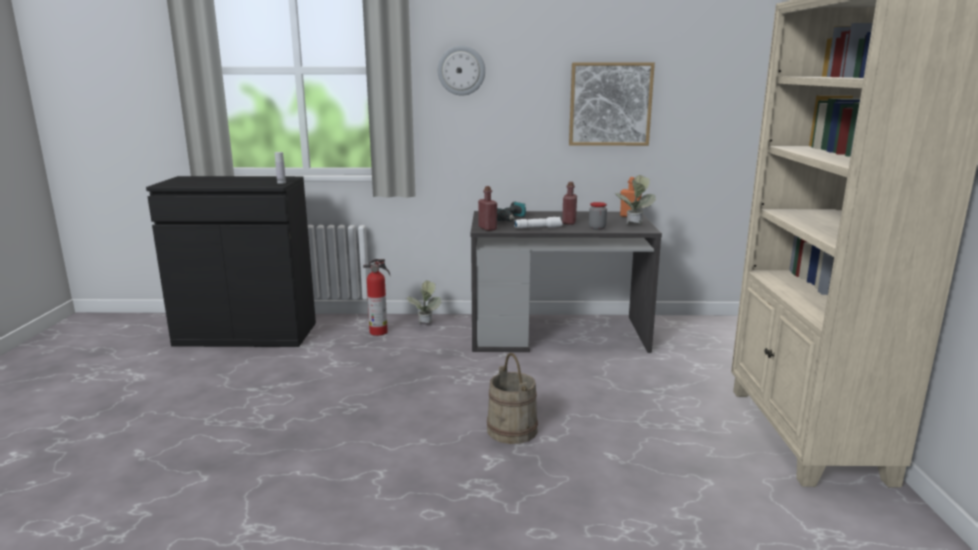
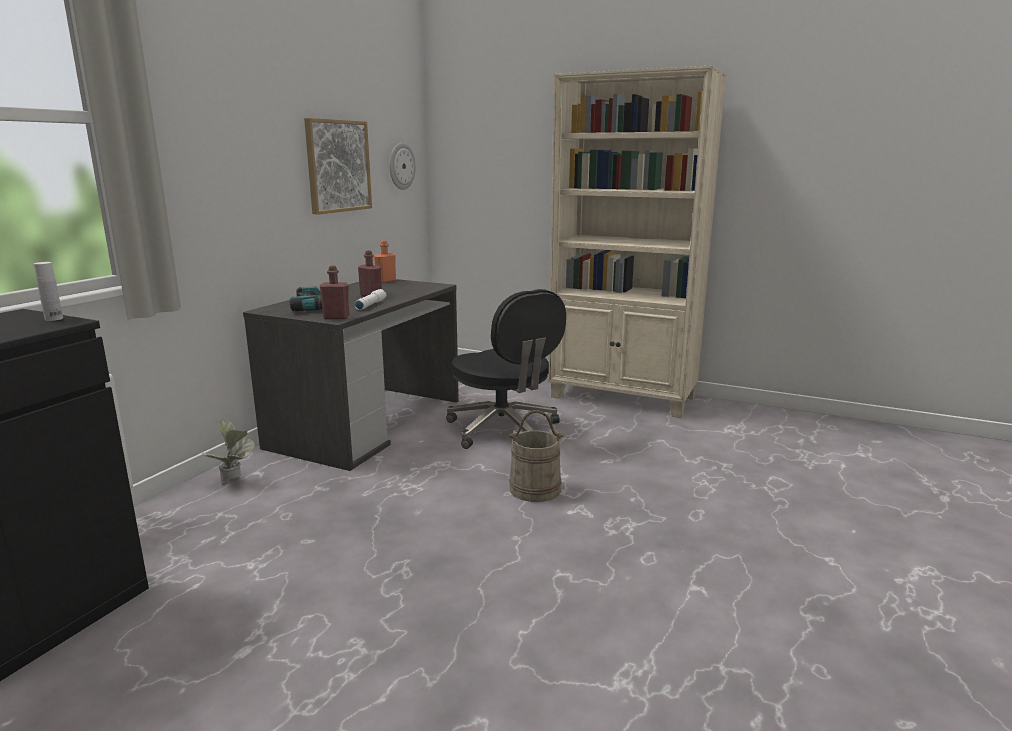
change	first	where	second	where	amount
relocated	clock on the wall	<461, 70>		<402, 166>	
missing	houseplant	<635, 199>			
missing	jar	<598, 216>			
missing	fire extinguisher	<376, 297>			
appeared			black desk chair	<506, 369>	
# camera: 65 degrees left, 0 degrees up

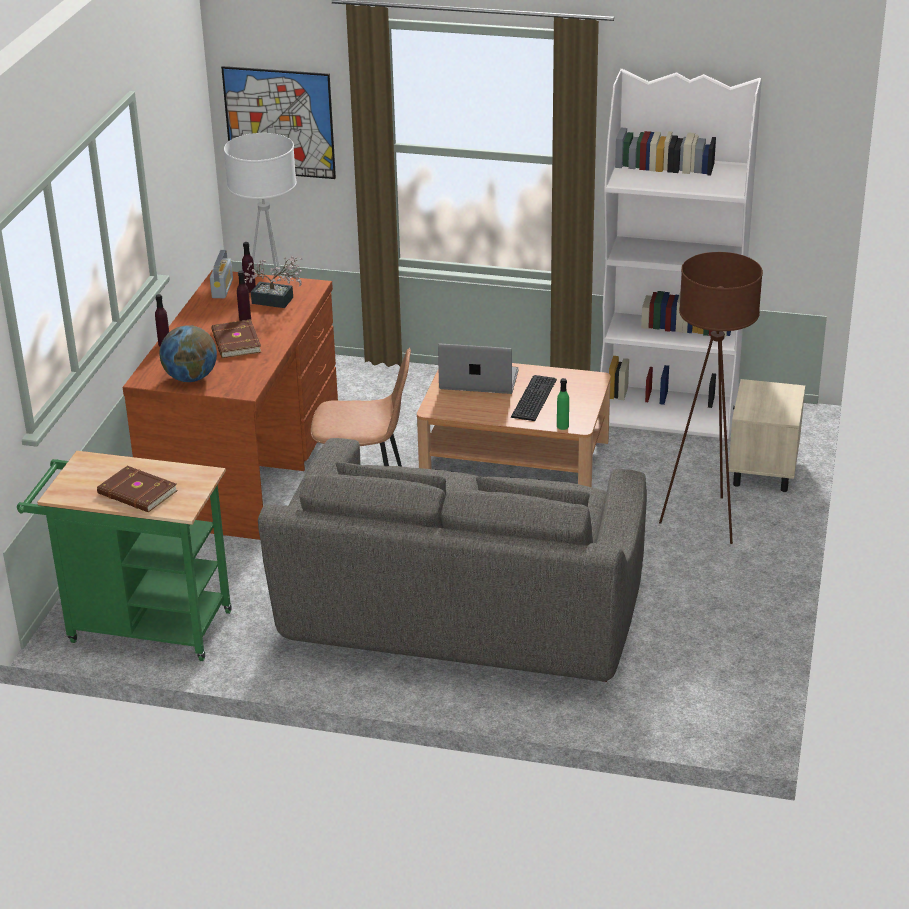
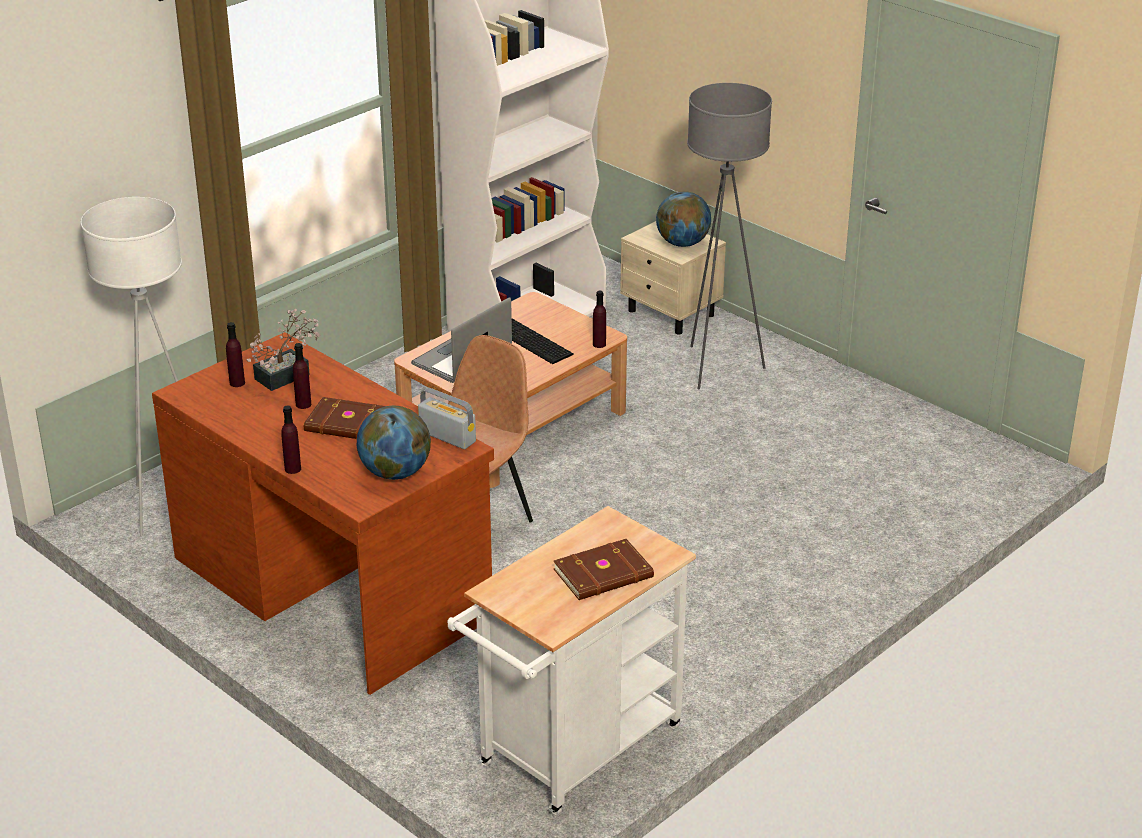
change	first	where	second	where	amount
missing	wall picture	<278, 122>			
relocated	radio	<221, 274>		<447, 418>	
colour	brown-coloured floor lamp	<711, 398>	grey floor lamp	<729, 236>	
colour	greenish beverage bottle	<563, 404>	purplish beverage bottle	<599, 319>	
missing	grey sofa	<452, 560>			
colour	greenish wheeled cart	<124, 556>	white-coloured wheeled cart	<571, 660>	
appeared			world globe	<683, 219>	
# camera: 60 degrees left, 0 degrees up

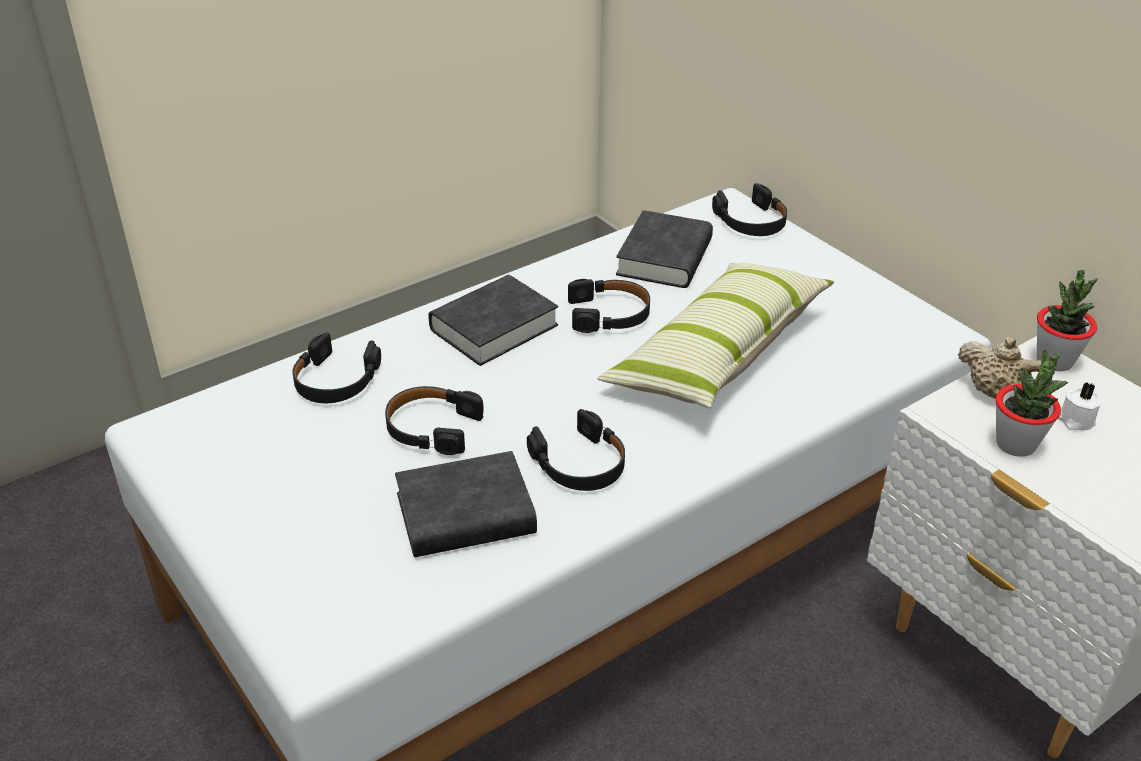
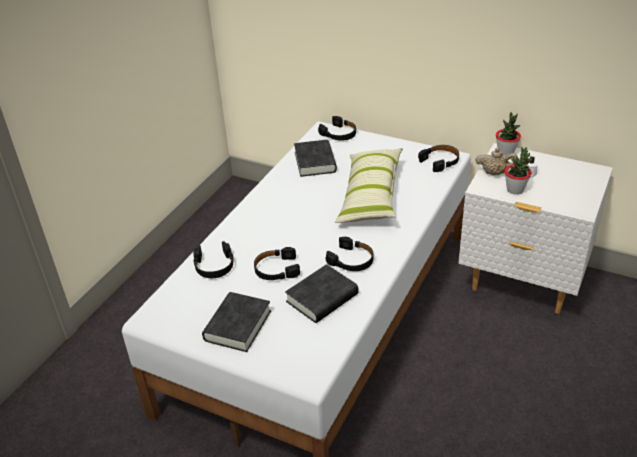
change	first	where	second	where	amount
relocated	black volume	<493, 320>		<236, 322>	
relocated	black headphones	<609, 306>		<438, 158>	
# camera: 25 degrees left, 0 degrees up

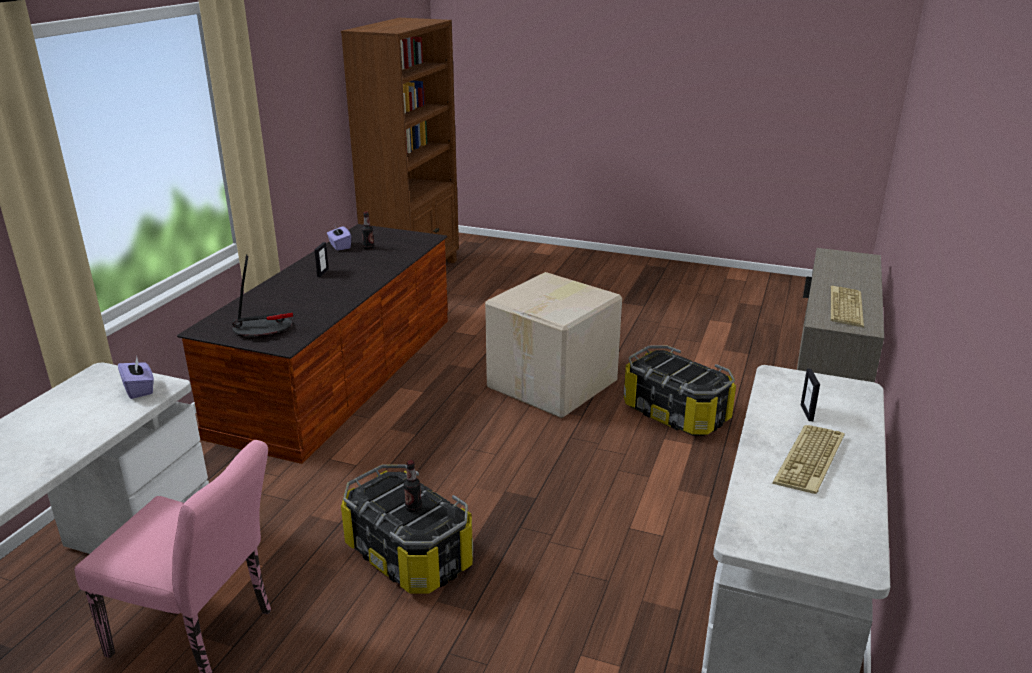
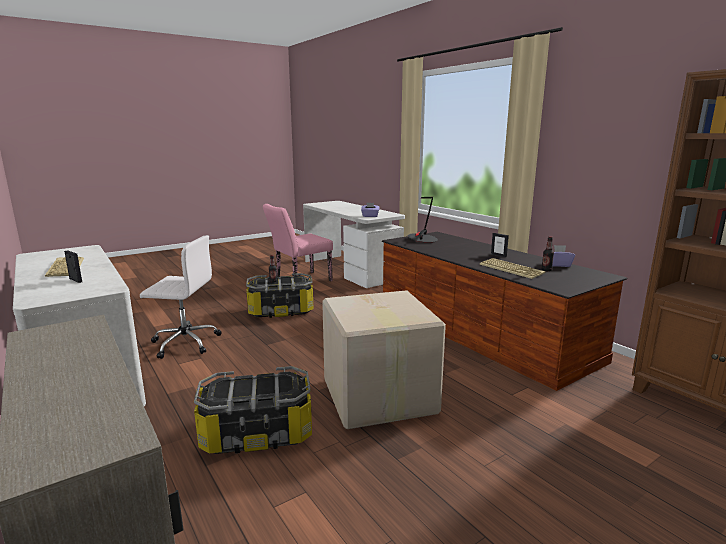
change	first	where	second	where	amount
relocated	keyboard	<847, 307>		<513, 268>	
appeared			white-coloured desk chair	<180, 297>	
# camera: 125 degrees right, 10 degrees down

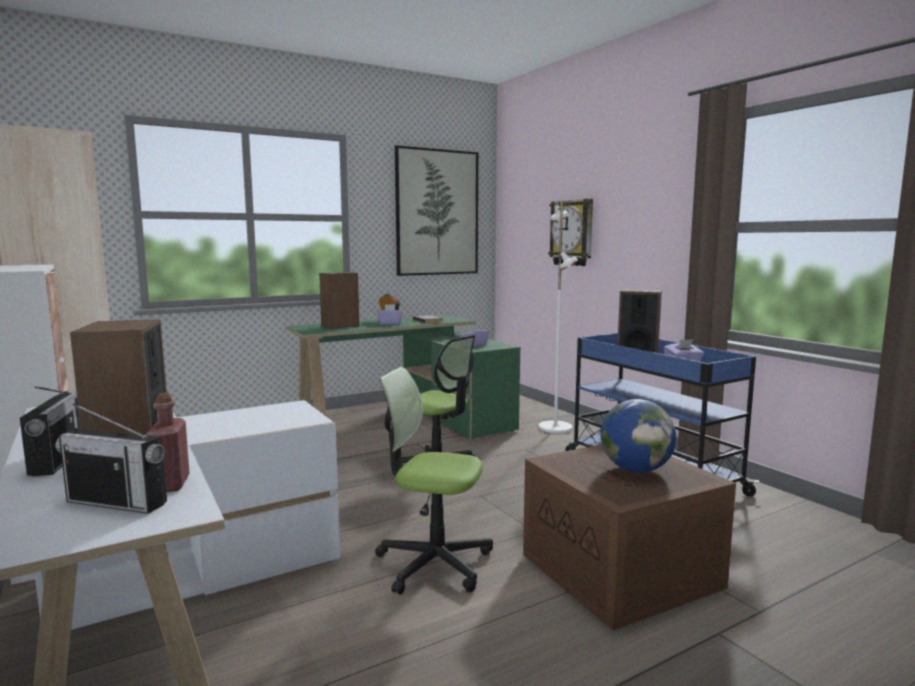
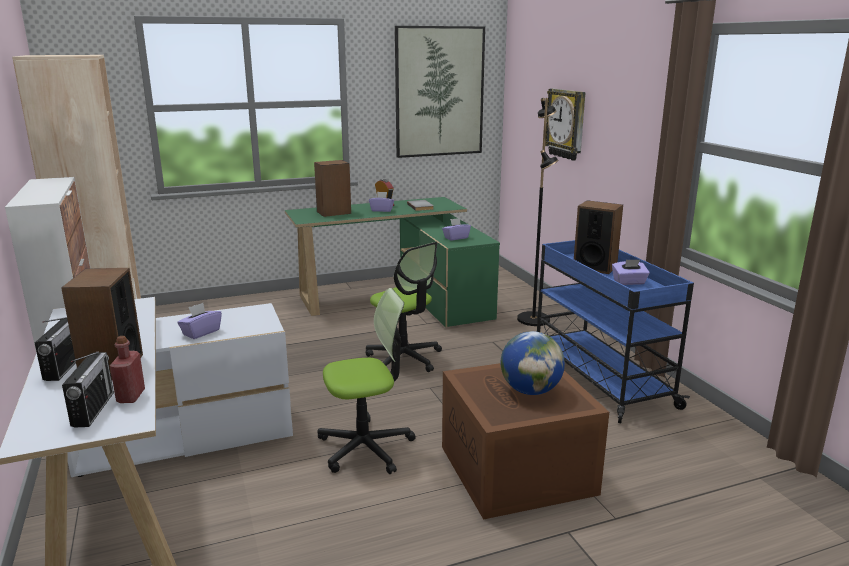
change	first	where	second	where	amount
colour	white-coloured floor lamp	<558, 316>	black floor lamp	<538, 212>	
spun	desk chair	<434, 481>		<367, 381>	135 degrees clockwise
spun	radio	<111, 458>		<88, 390>	120 degrees counterclockwise
appeared			purplish tissue holder	<199, 321>	
# camera: 10 degrees right, 10 degrees up

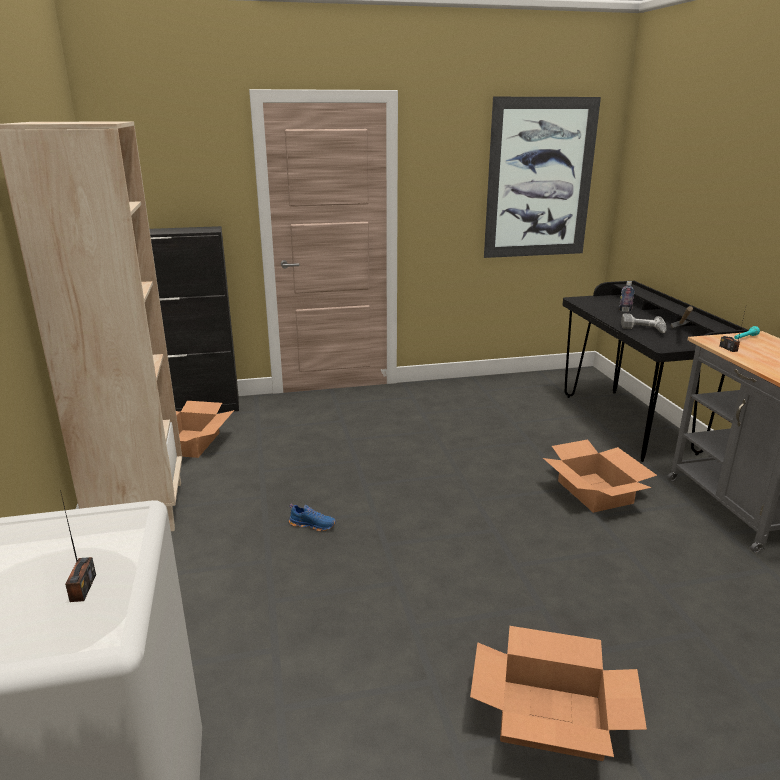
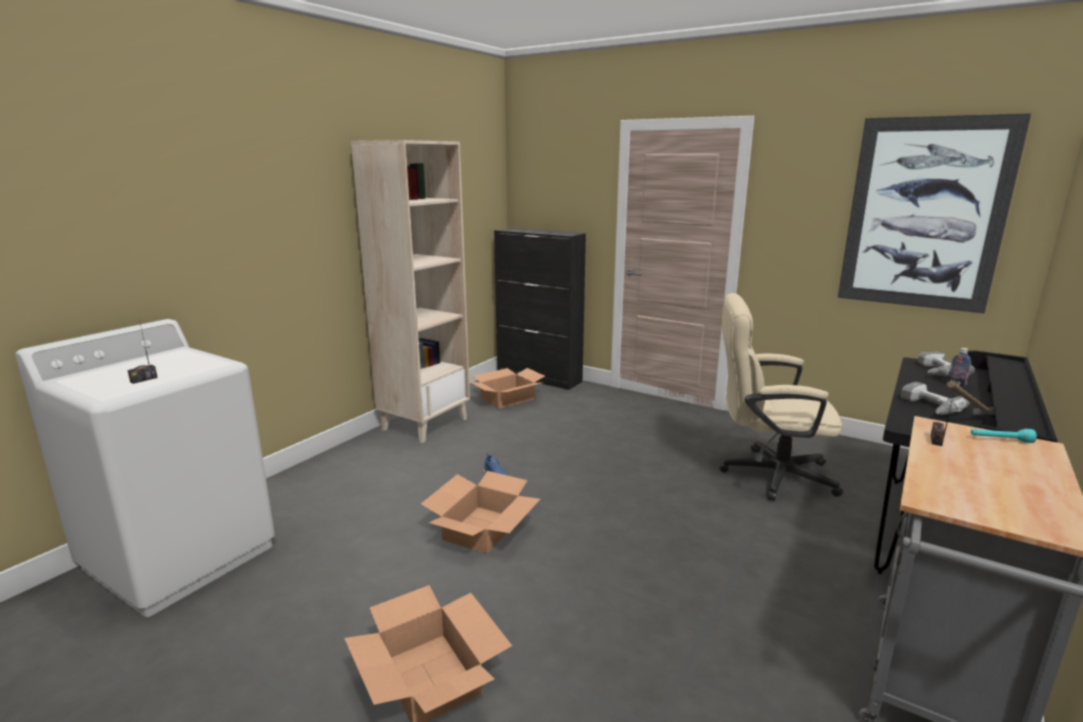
change	first	where	second	where	amount
relocated	packing box	<600, 476>		<480, 512>	
appeared			sand-coloured desk chair	<781, 397>	
appeared			power drill	<946, 364>	
# camera: 45 degrees right, 5 degrees down

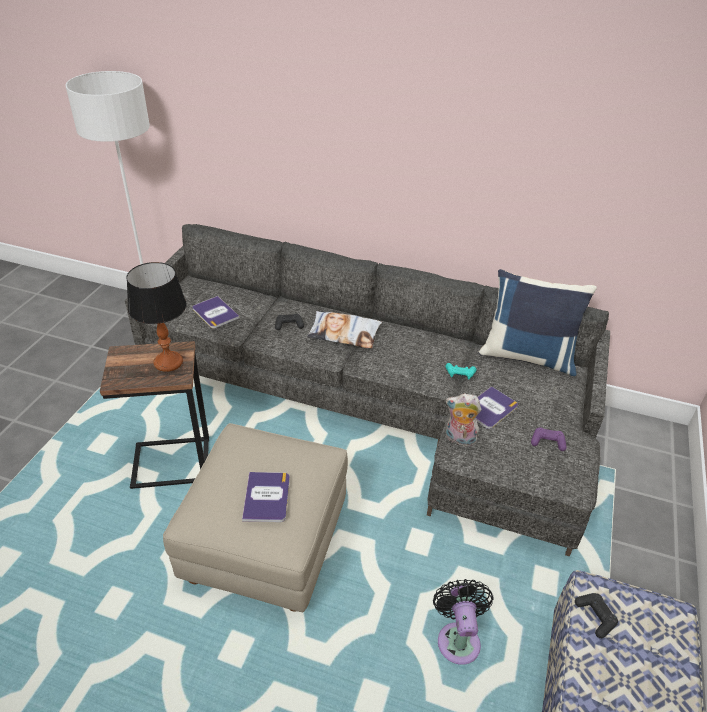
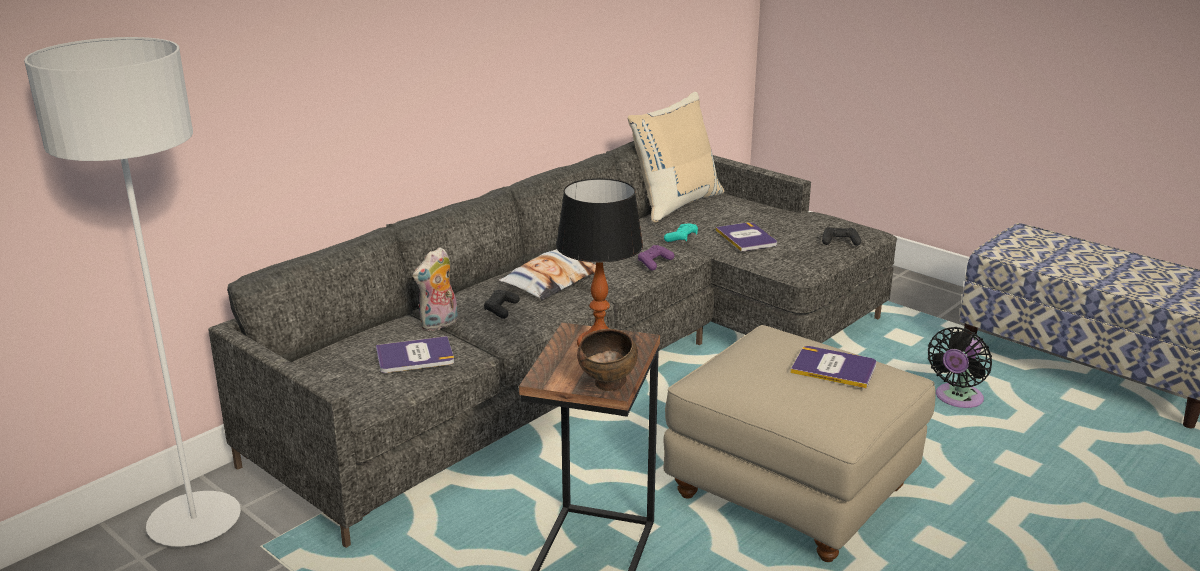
change	first	where	second	where	amount
colour	bluish cushion	<537, 322>	sand-coloured cushion	<675, 157>	
relocated	plush toy	<463, 420>		<435, 289>	
relocated	purplish gamepad	<549, 439>		<656, 258>	
spun	black electric fan	<463, 622>		<960, 367>	75 degrees counterclockwise
relocated	black gamepad	<596, 615>		<841, 236>	
appeared			brown-coloured bowl	<607, 360>	
# camera: 65 degrees left, 15 degrees down

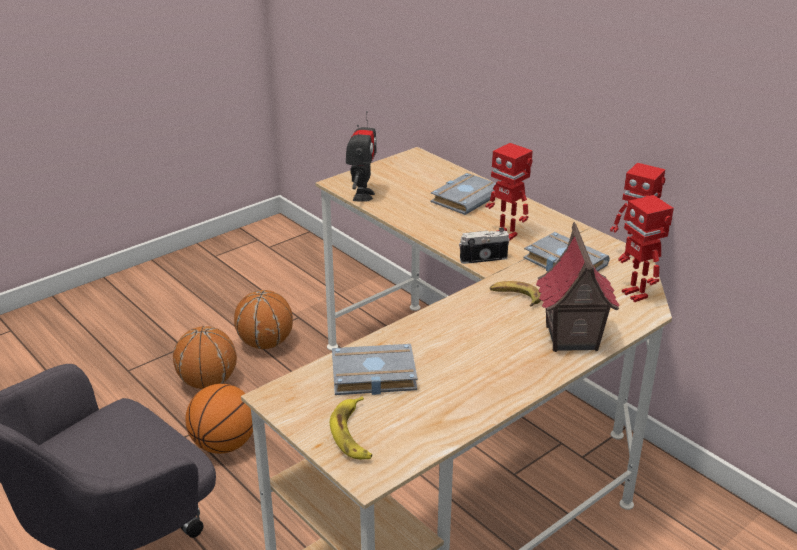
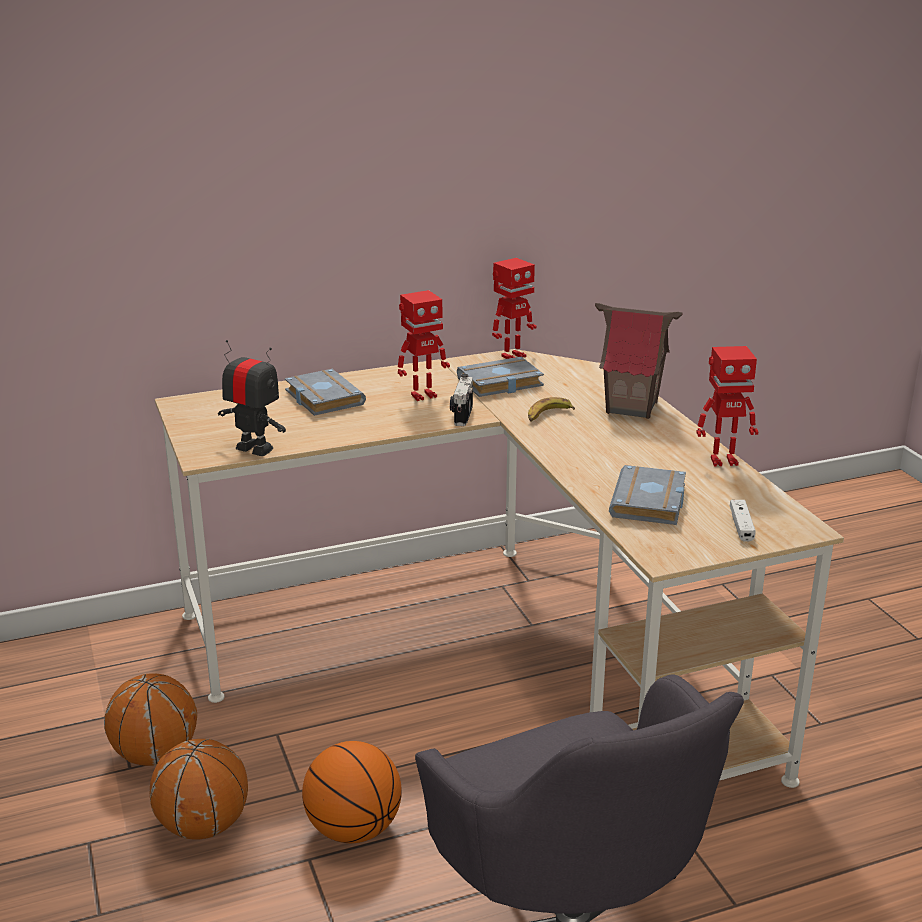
change	first	where	second	where	amount
relocated	toy robot	<646, 248>		<727, 406>	
exchanged	banana fruit	<351, 427>	white-coloured gamepad	<743, 520>	
# camera: 70 degrees left, 5 degrees down

